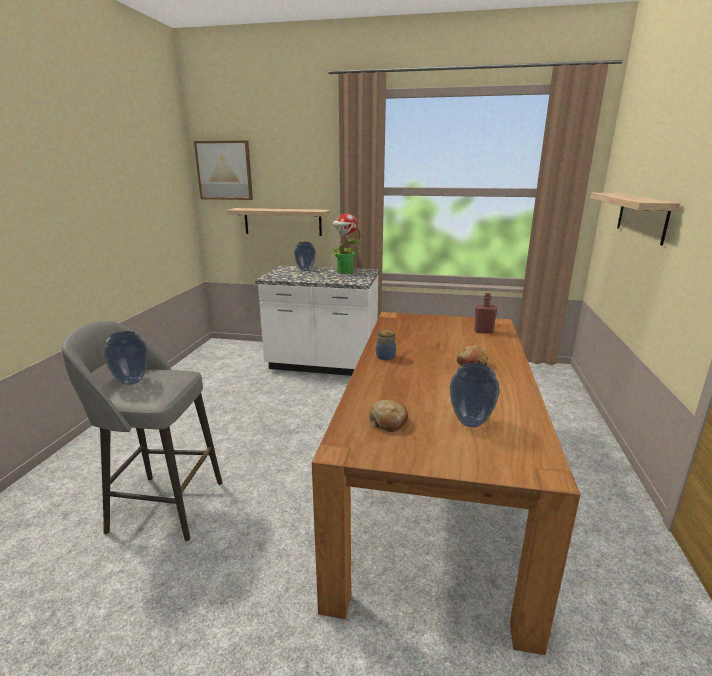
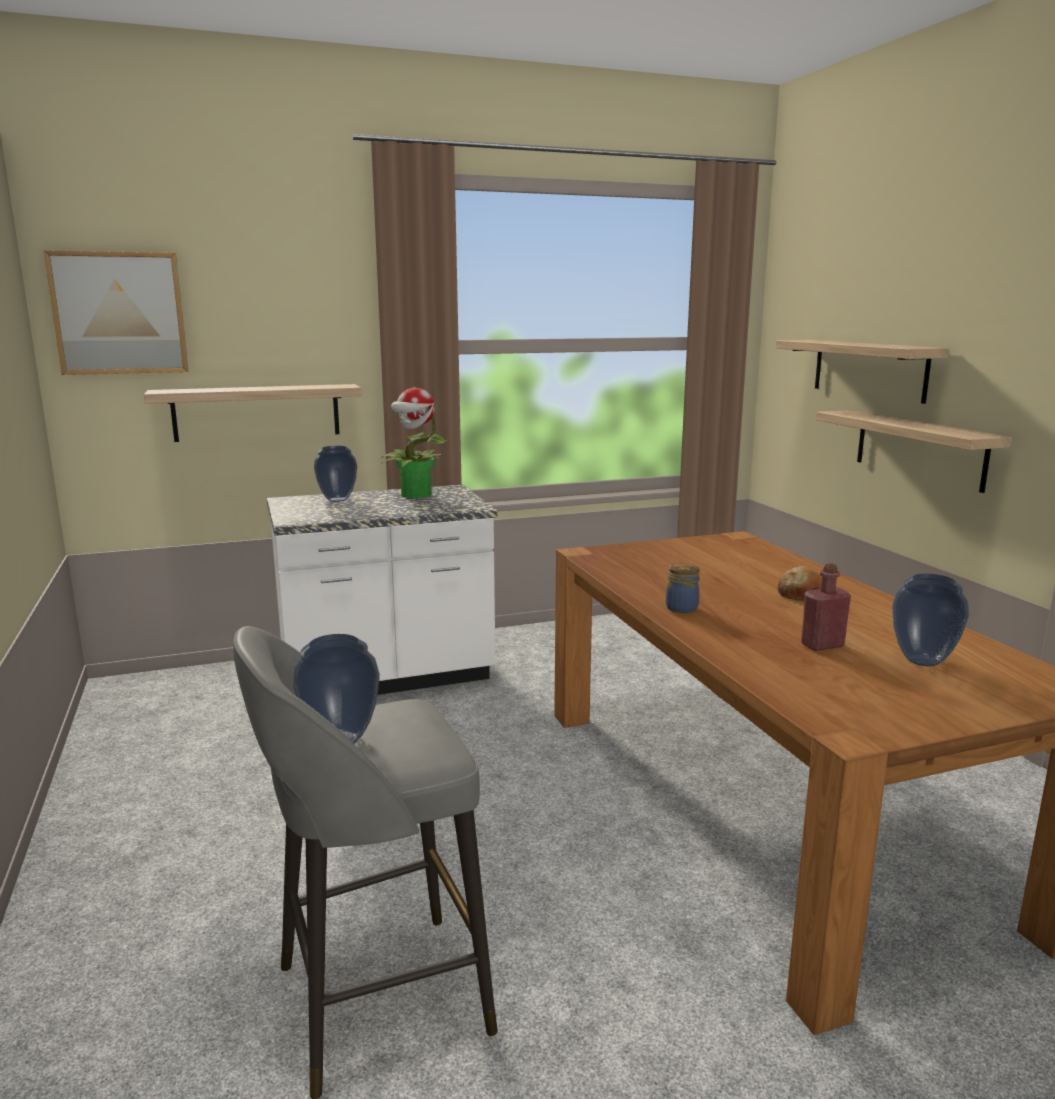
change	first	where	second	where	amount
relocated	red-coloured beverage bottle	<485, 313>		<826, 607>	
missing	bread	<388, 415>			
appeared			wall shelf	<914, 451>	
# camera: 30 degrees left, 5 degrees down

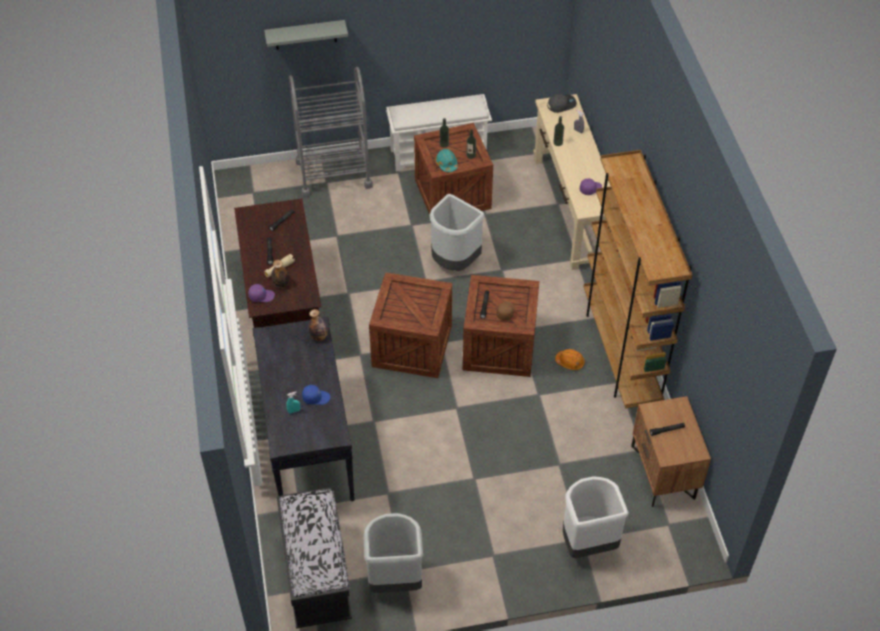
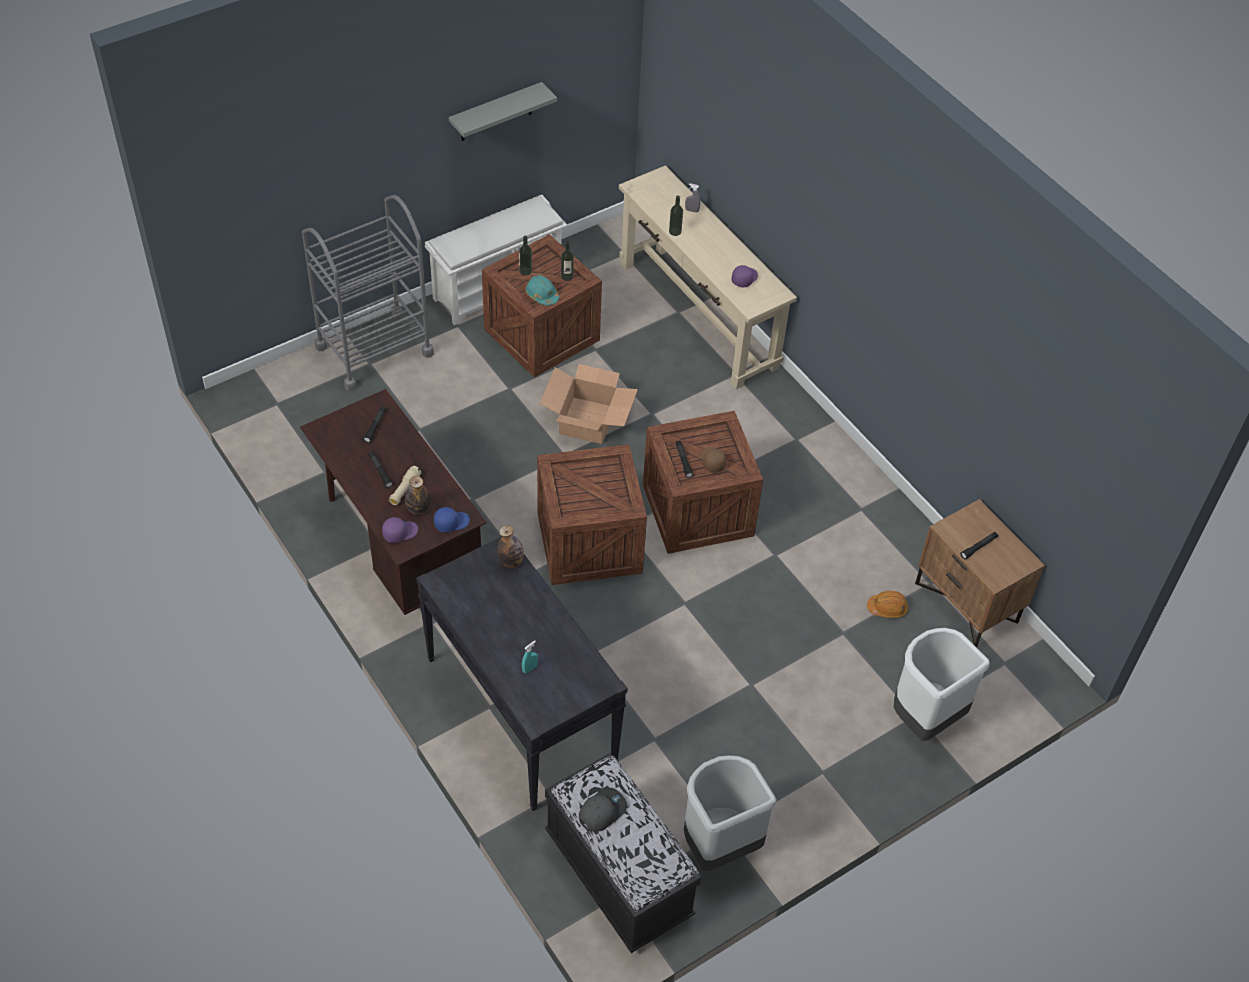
change	first	where	second	where	amount
relocated	grey wall shelf	<306, 35>		<503, 111>	
relocated	grey cap	<562, 103>		<603, 810>	
missing	brown-coloured bookcase	<638, 279>			
exchanged	grey rubbish bin	<456, 232>	packing box	<589, 404>	
relocated	orange-coloured hard hat	<570, 359>		<887, 604>	
relocated	bluish cap	<316, 395>		<452, 520>	
# camera: 25 degrees left, 0 degrees up

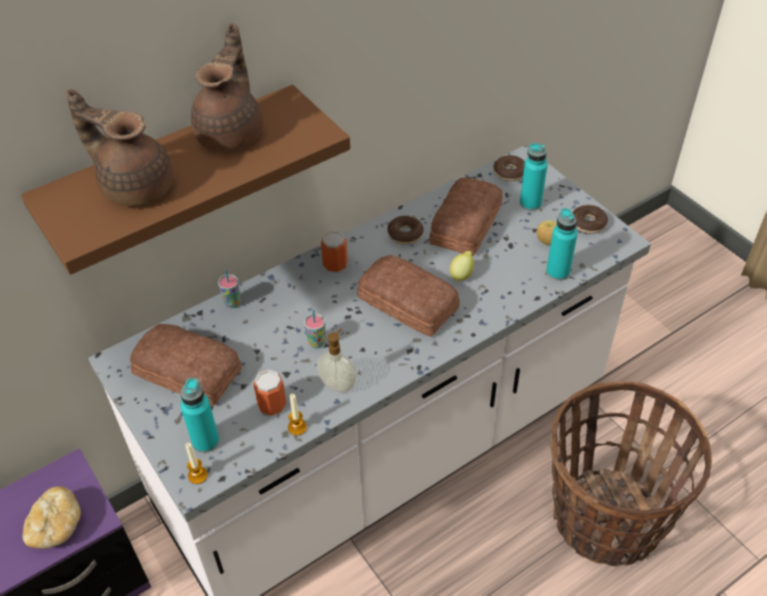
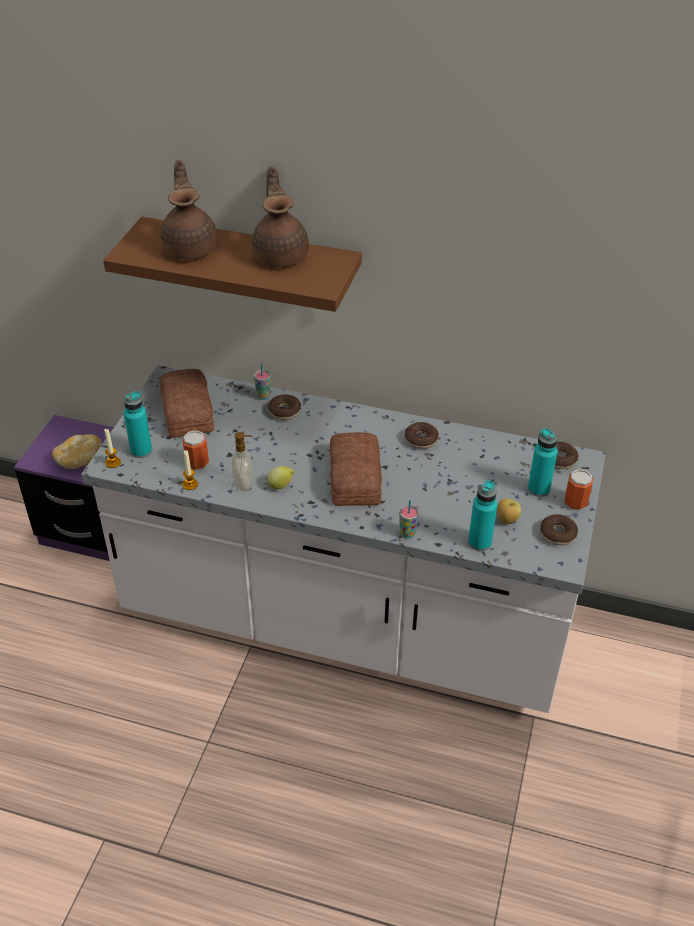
change	first	where	second	where	amount
spun	brown-coloured teapot	<227, 87>		<280, 216>	75 degrees counterclockwise
missing	bread	<466, 217>			
relocated	sealed can	<334, 252>		<578, 489>	
relocated	lemon	<462, 266>		<280, 477>	
relocated	cup	<314, 329>		<409, 519>	
missing	basket	<631, 474>			
appeared			doughnut	<284, 407>	
# camera: 50 degrees right, 5 degrees down

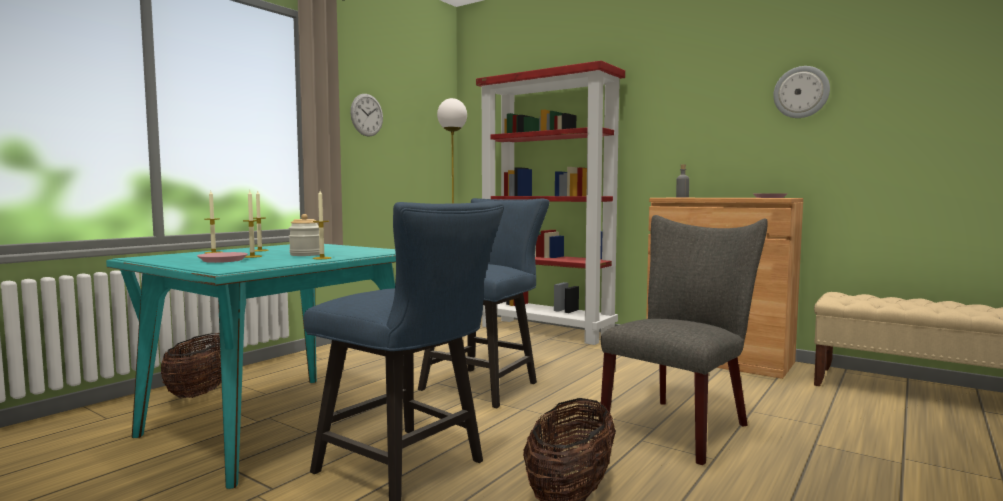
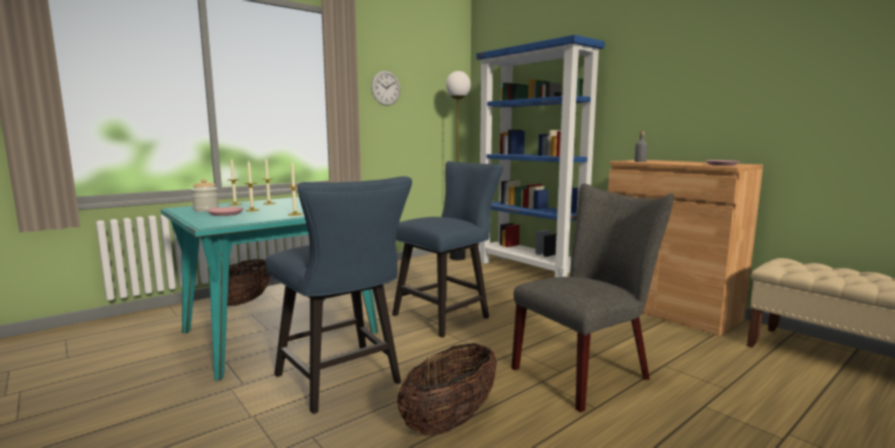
change	first	where	second	where	amount
colour	red-coloured bookcase	<550, 202>	bluish bookcase	<540, 156>	
missing	clock on the wall	<801, 92>			
relocated	jar	<304, 235>		<205, 195>	
# camera: 15 degrees right, 5 degrees up

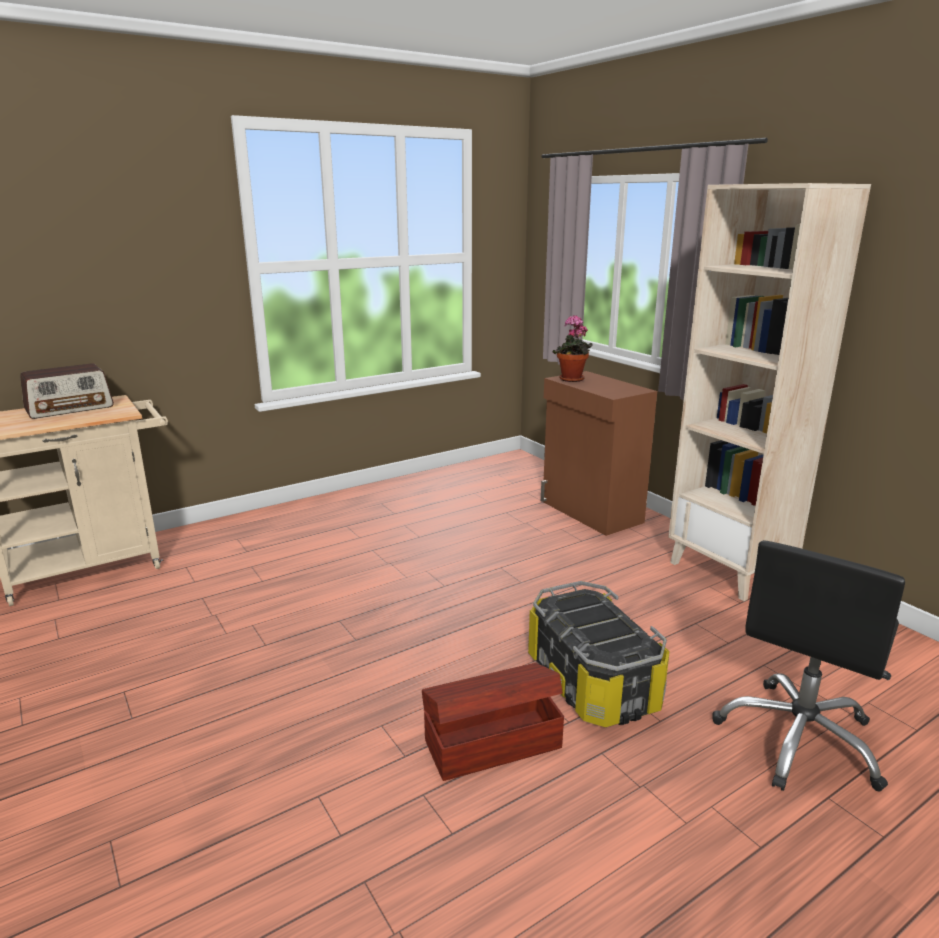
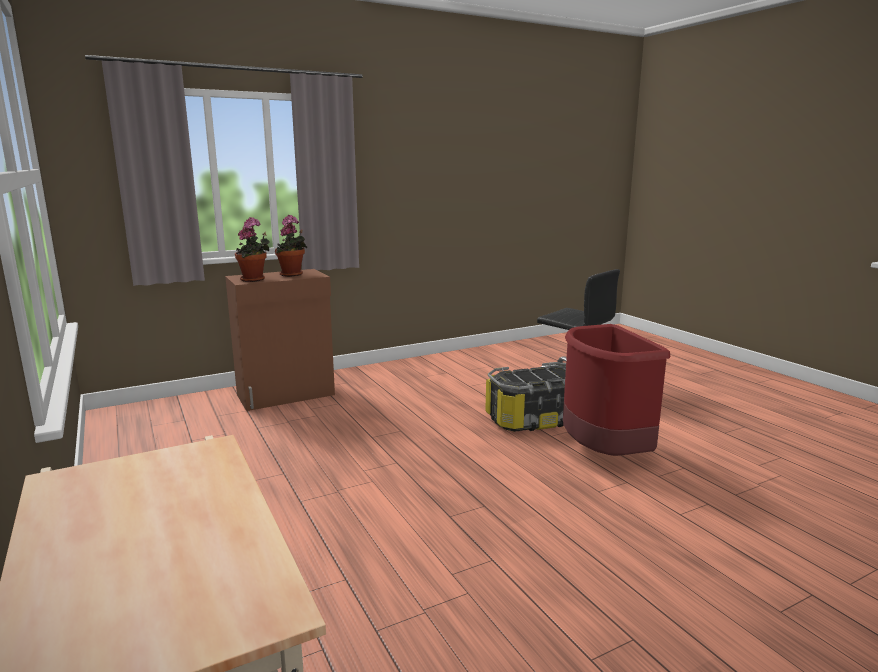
change	first	where	second	where	amount
missing	sand-coloured bookcase	<769, 392>			
missing	radio	<67, 391>			
exchanged	brown-coloured storage bin	<493, 722>	red-coloured rubbish bin	<617, 390>	
appeared			houseplant	<291, 246>	
# camera: 85 degrees left, 5 degrees down

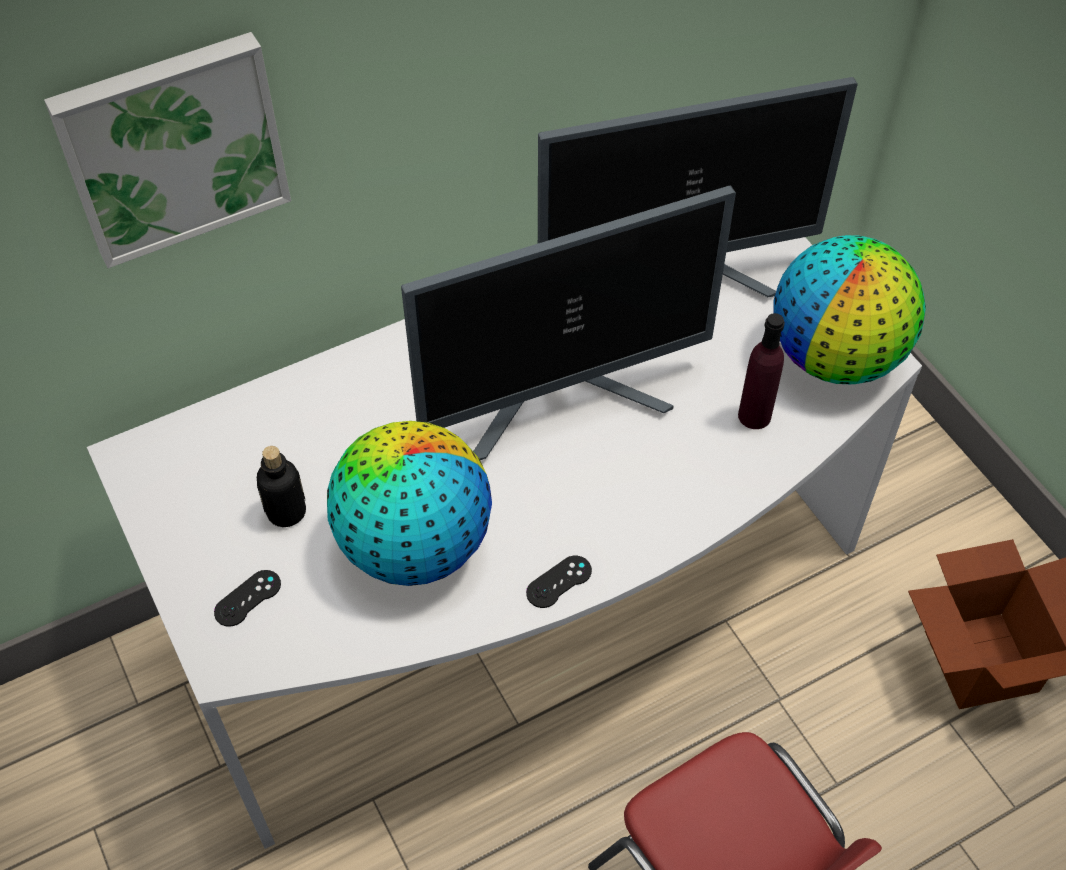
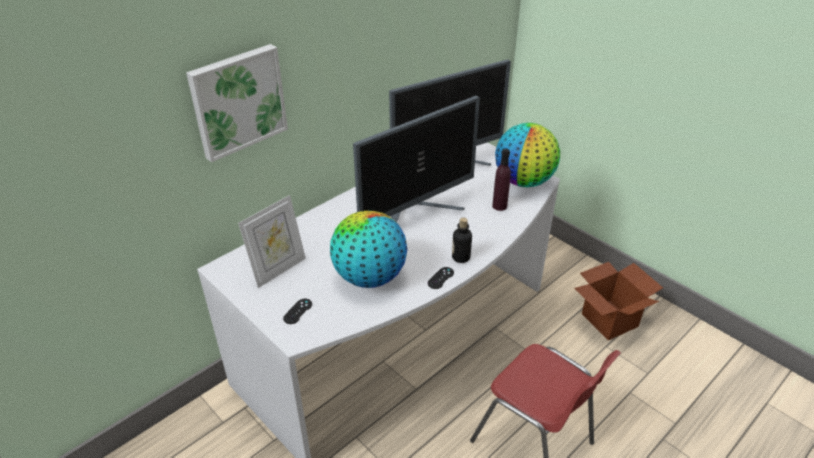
change	first	where	second	where	amount
relocated	beverage bottle	<281, 486>		<462, 240>	
appeared			photo frame	<272, 241>	
# camera: 15 degrees left, 15 degrees down

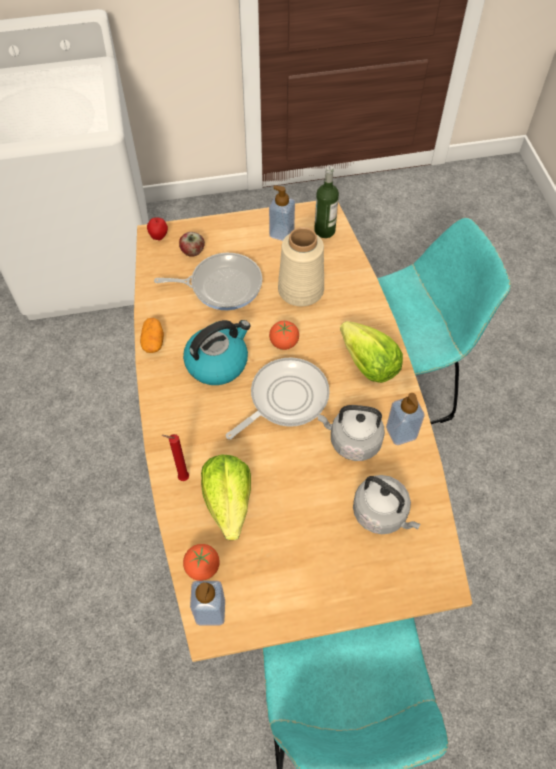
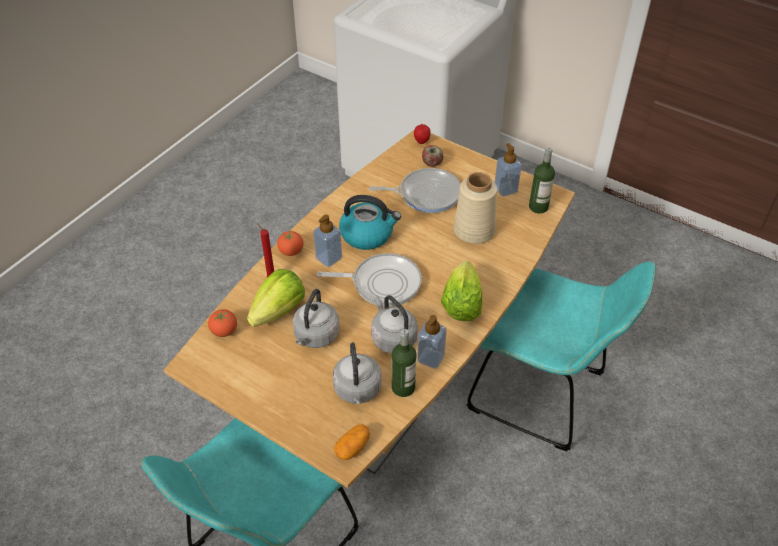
change	first	where	second	where	amount
spun	frying pan	<208, 281>		<415, 190>	45 degrees counterclockwise
relocated	spud	<152, 335>		<352, 442>	
relocated	whole tomato	<284, 335>		<290, 243>	
relocated	soap bottle	<207, 603>		<327, 241>	
appeared			grey kettle	<316, 318>	
appeared			beverage bottle	<404, 363>	
# camera: 45 degrees right, 10 degrees down

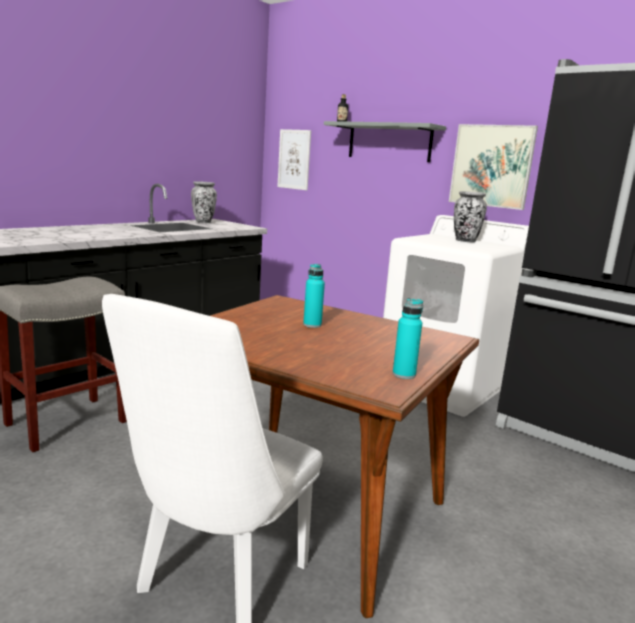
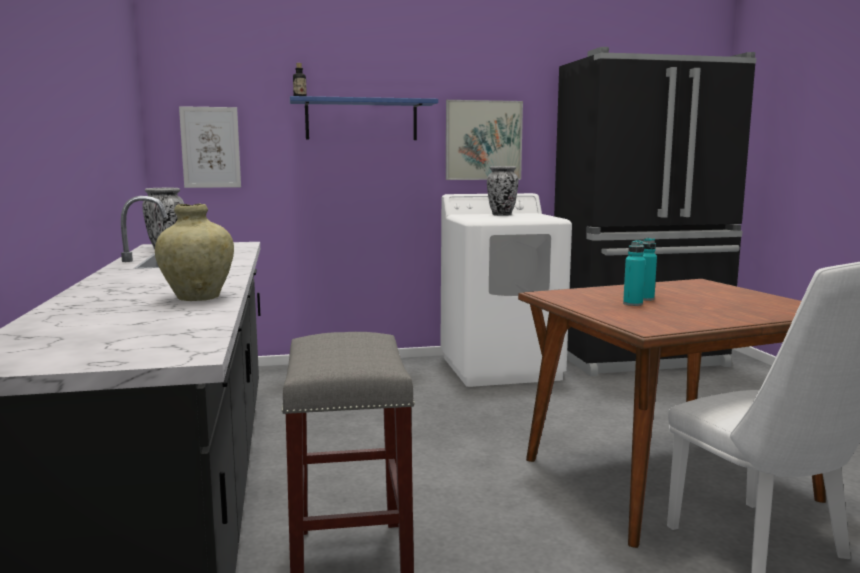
change	first	where	second	where	amount
colour	grey wall shelf	<385, 141>	bluish wall shelf	<364, 118>	
relocated	blue-green beverage bottle	<408, 339>		<634, 273>	
appeared			sand-coloured vase	<194, 252>	
# camera: 50 degrees left, 5 degrees down

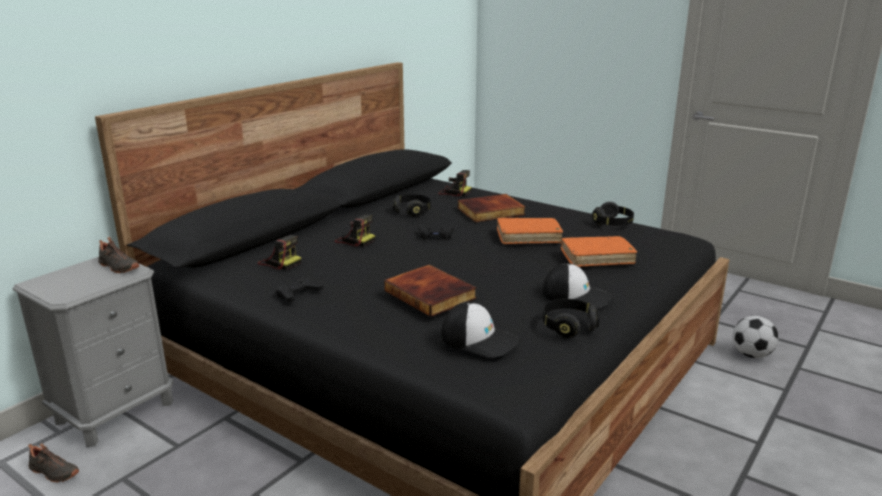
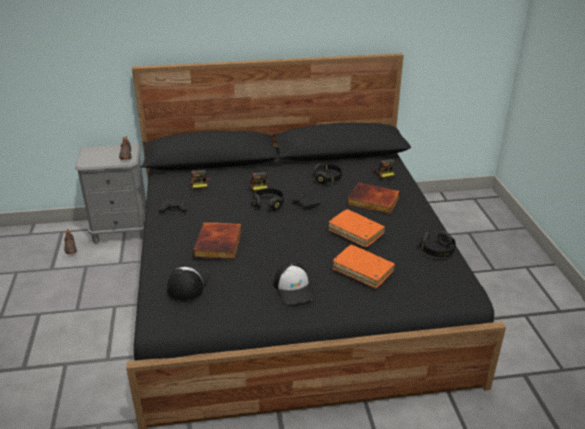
change	first	where	second	where	amount
relocated	black headphones	<571, 318>		<268, 199>	
spun	cap	<480, 329>		<188, 283>	150 degrees counterclockwise
missing	football	<755, 337>			
# camera: 45 degrees right, 10 degrees up

